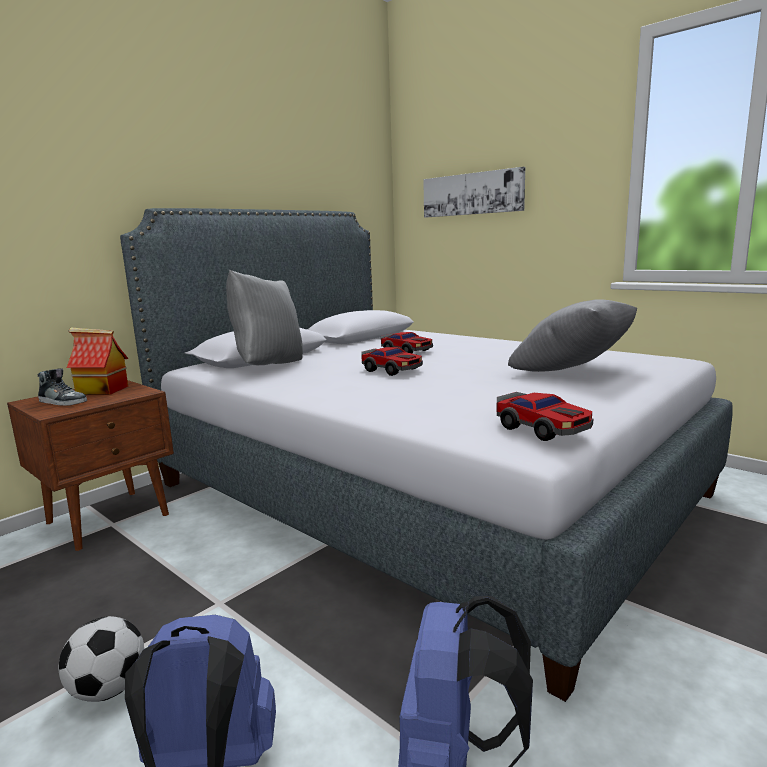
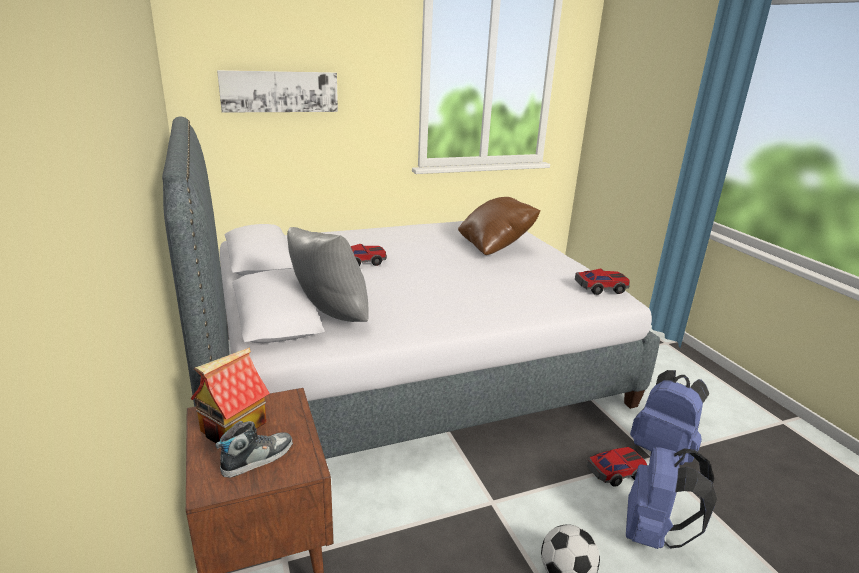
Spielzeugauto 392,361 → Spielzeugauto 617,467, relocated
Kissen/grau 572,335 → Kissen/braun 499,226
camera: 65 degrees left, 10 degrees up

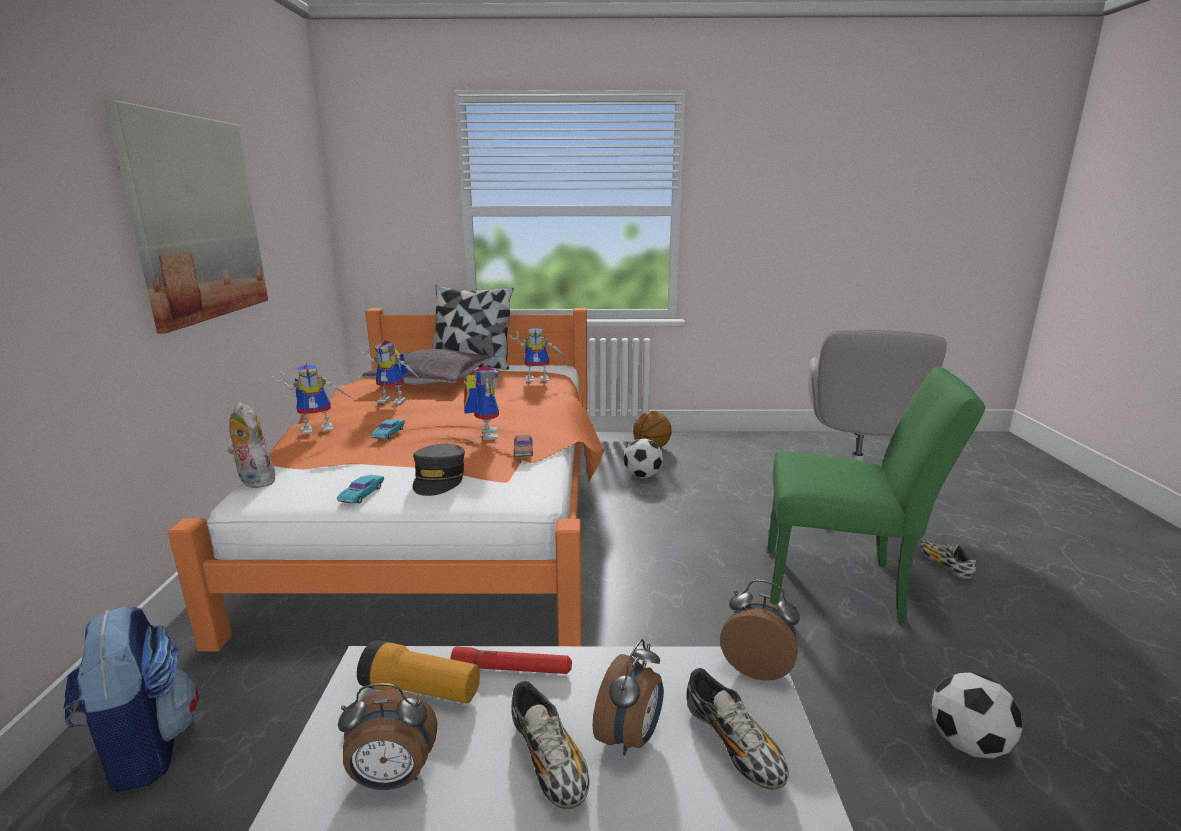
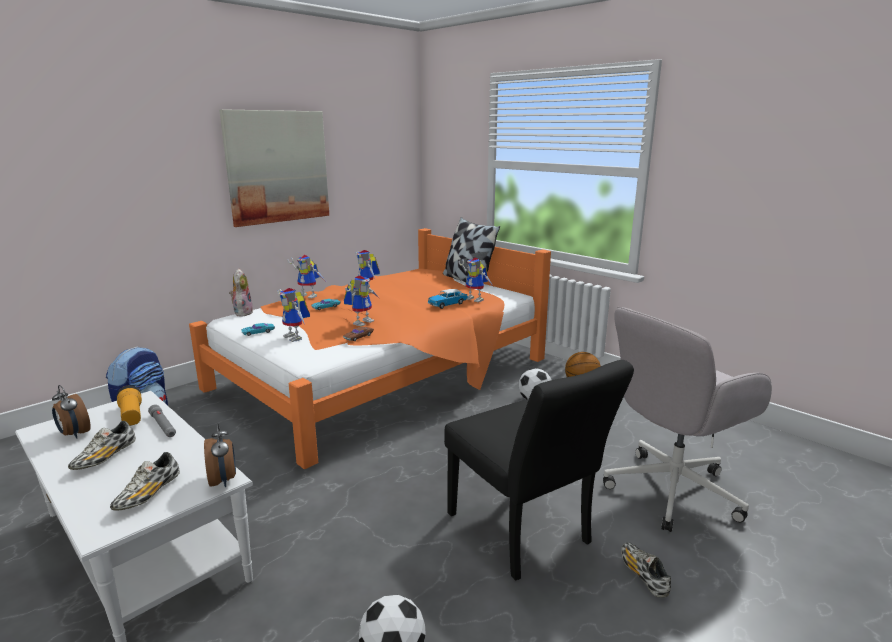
Kissen/grau 427,367 → -
Kappe/grau 439,470 → Spielzeugroboter 293,315
Taschenlampe/rot 511,660 → Taschenlampe/grau 162,420
Wecker 628,697 → -
Stuhl/grün 876,494 → Stuhl/schwarz 539,470
Schuh 948,559 → Schuh 646,570, 45 degrees counterclockwise
- → Spielzeugauto 448,299
camera: 45 degrees right, 0 degrees up

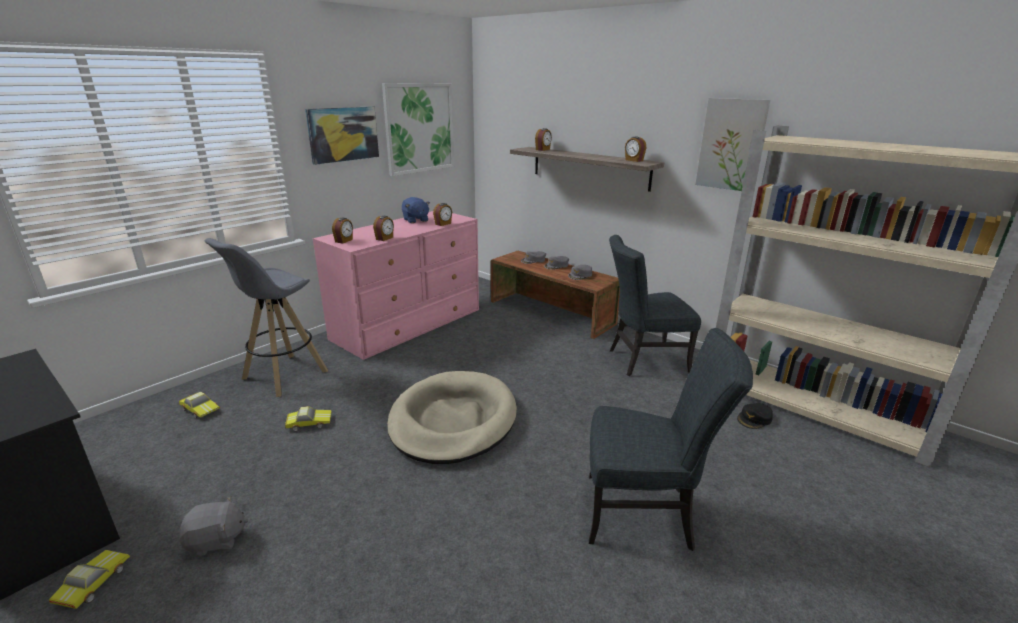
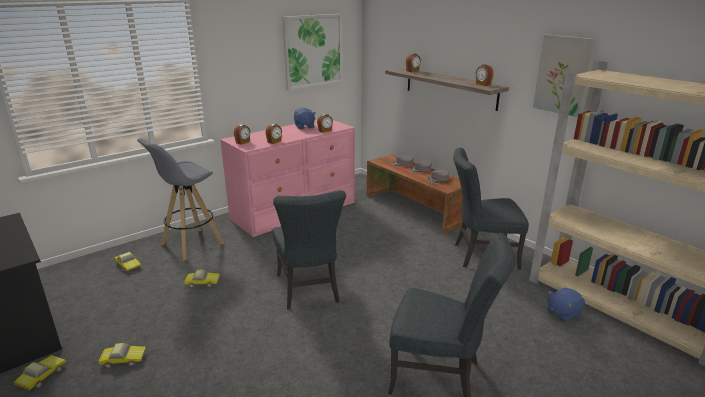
Plüschtier/grau 213,527 → Spielzeugauto 122,355
Bild 342,135 → -
Hundebett/beige 452,417 → Stuhl/grau 309,250
Kappe/schwarz 755,416 → Plüschtier/blau 566,305
camera: 10 degrees right, 0 degrees up

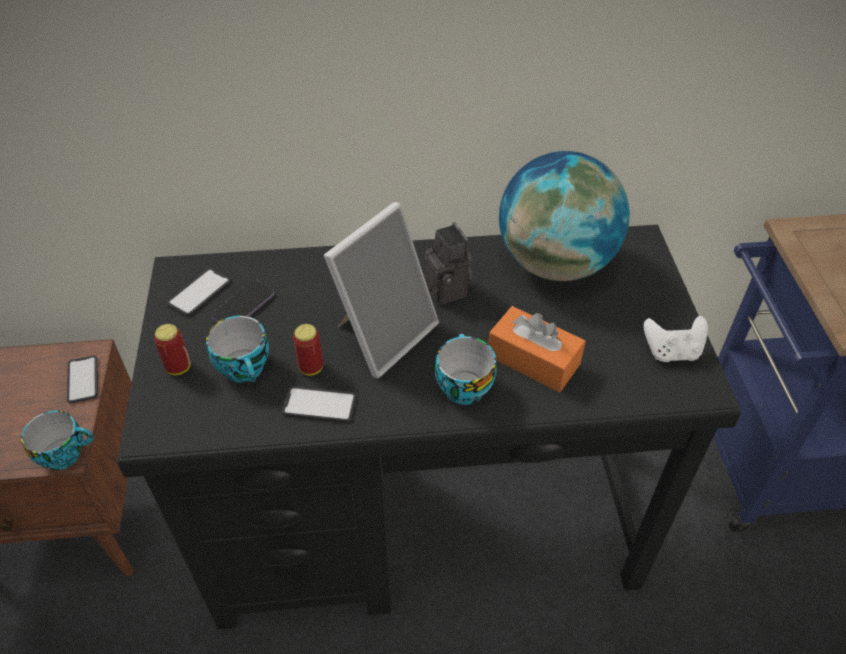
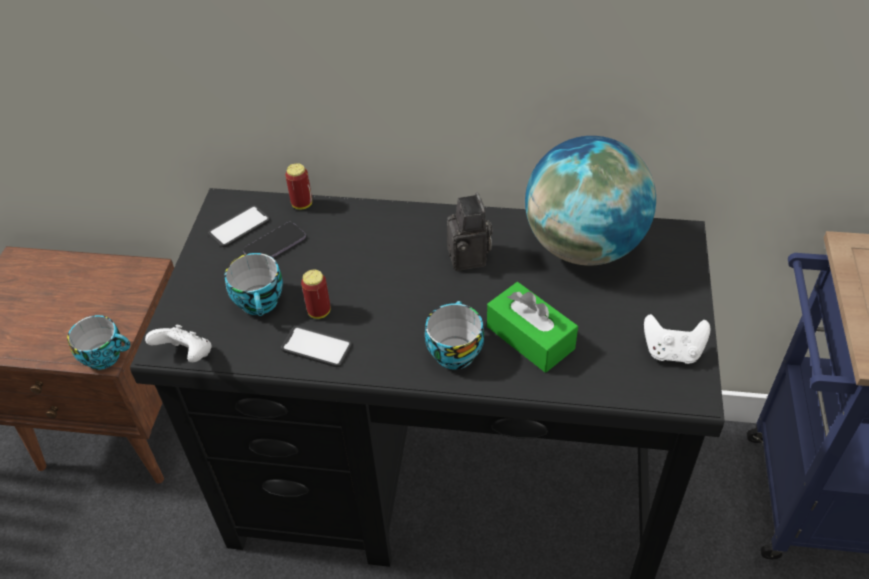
Handy 82,380 → -
Dose 172,349 → Dose 298,186, relocated
Bilderrahmen 381,290 → -
Taschentuchbox/orange 537,349 → Taschentuchbox/grün 532,327
- → Gamepad/weiß 178,343
camera: 15 degrees right, 0 degrees up

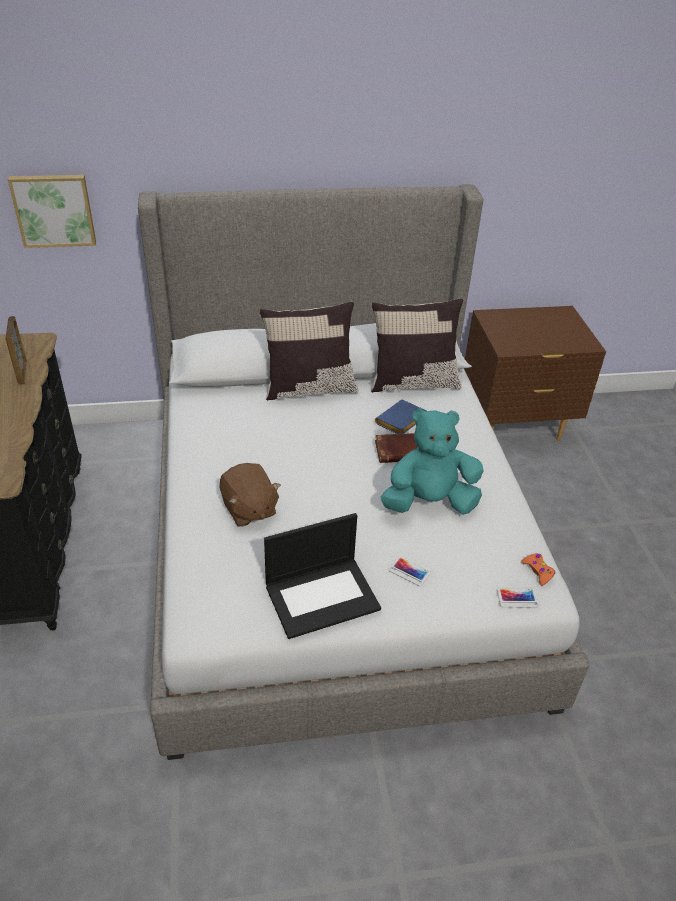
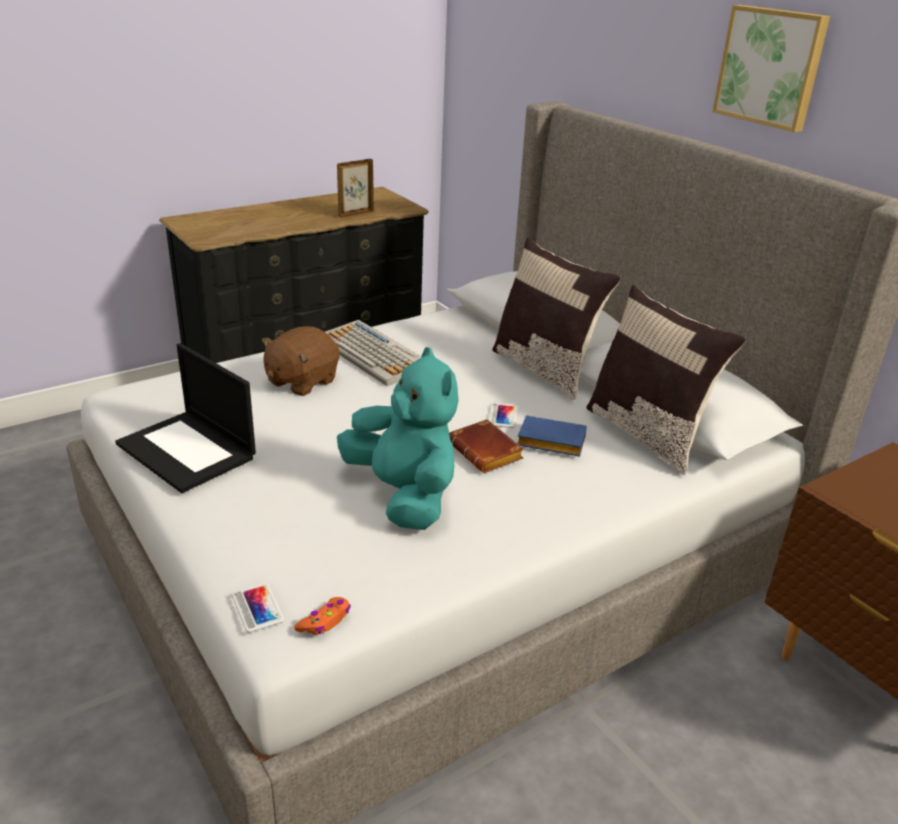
Bild 52,211 → Bild 771,68, relocated
Handy 409,571 → Handy 502,415, relocated
- → Tastatur 373,353
camera: 65 degrees right, 10 degrees down

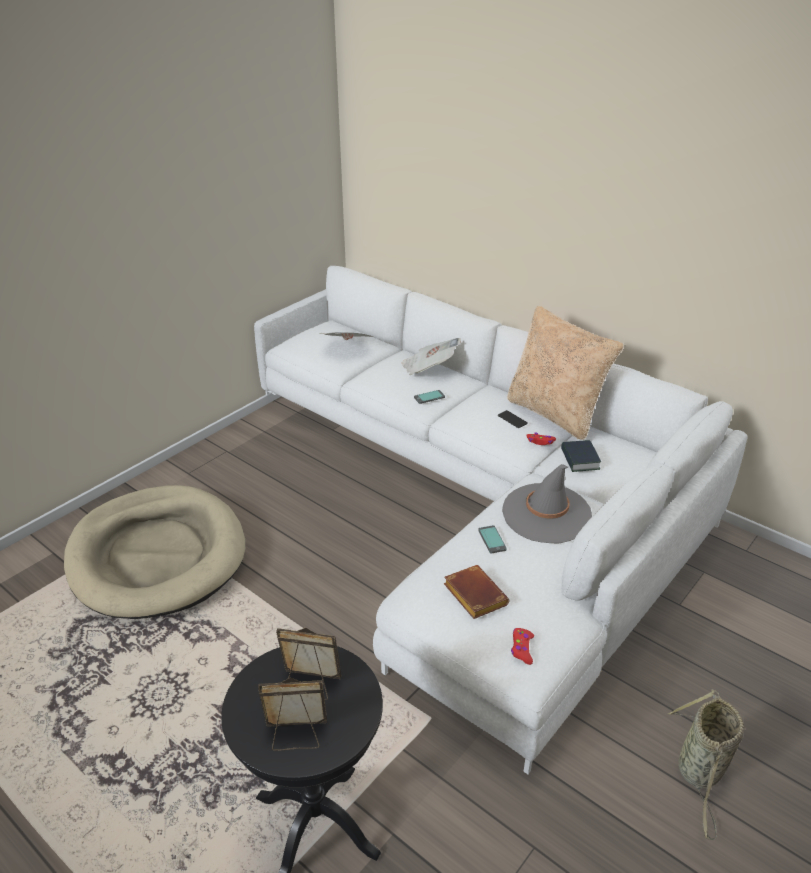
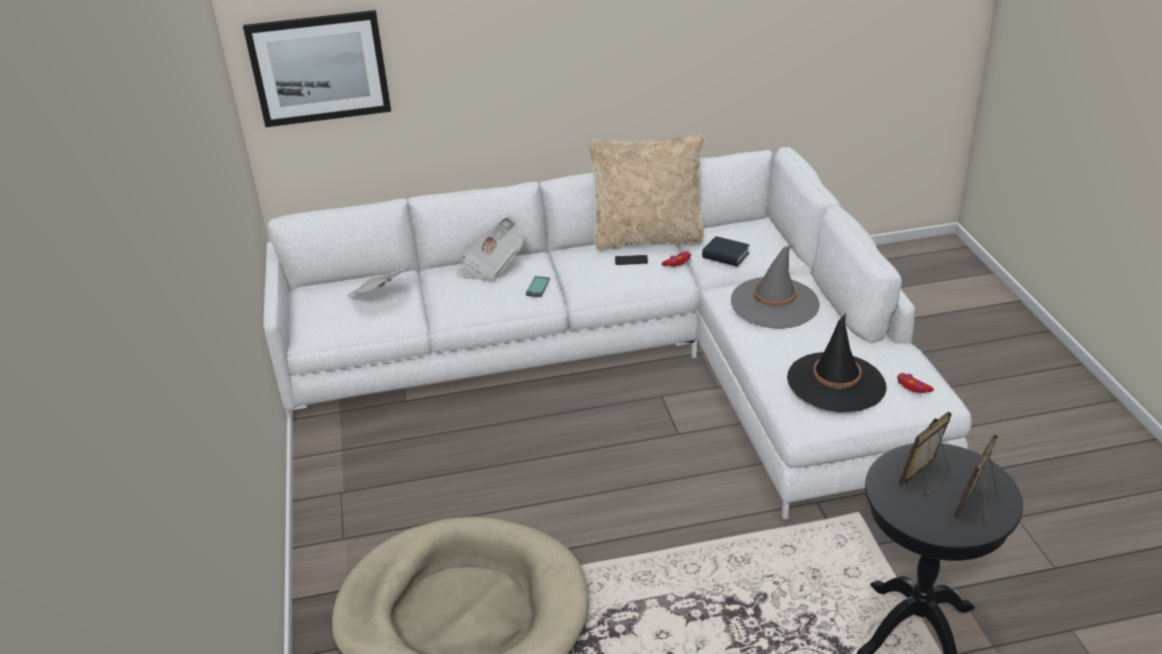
Buch/braun 476,592 → Hut/schwarz 836,362
Handy 492,539 → -
Korb 705,764 → -
- → Bild 317,68
camera: 50 degrees left, 0 degrees up

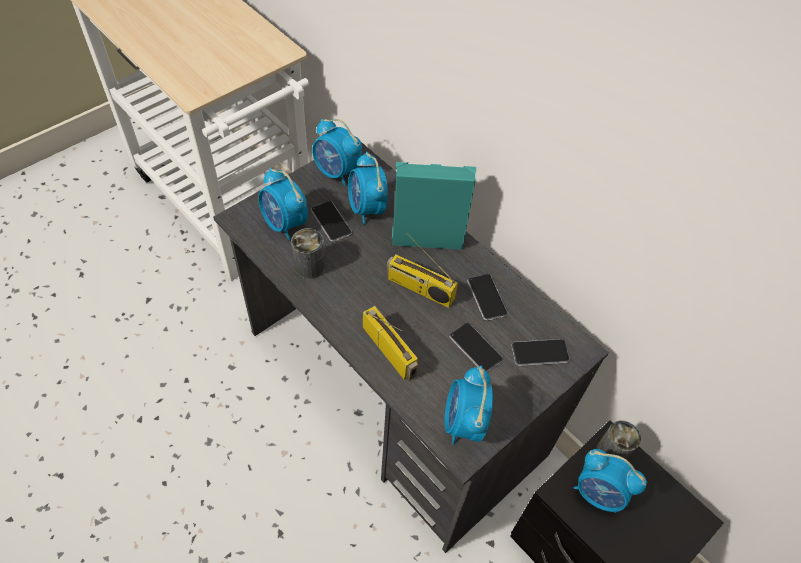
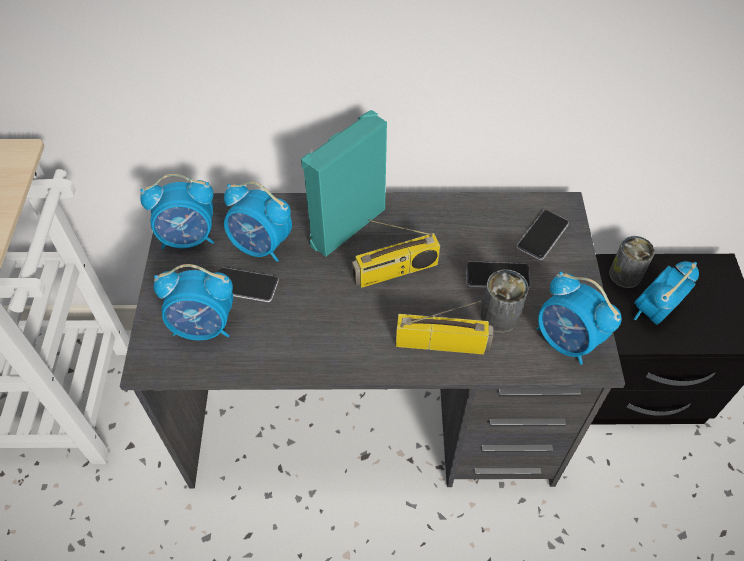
Dose 308,253 → Dose 504,301, relocated
Handy 487,297 → -
Wecker 610,481 → Wecker 666,293, 150 degrees clockwise
camera: 45 degrees left, 0 degrees up

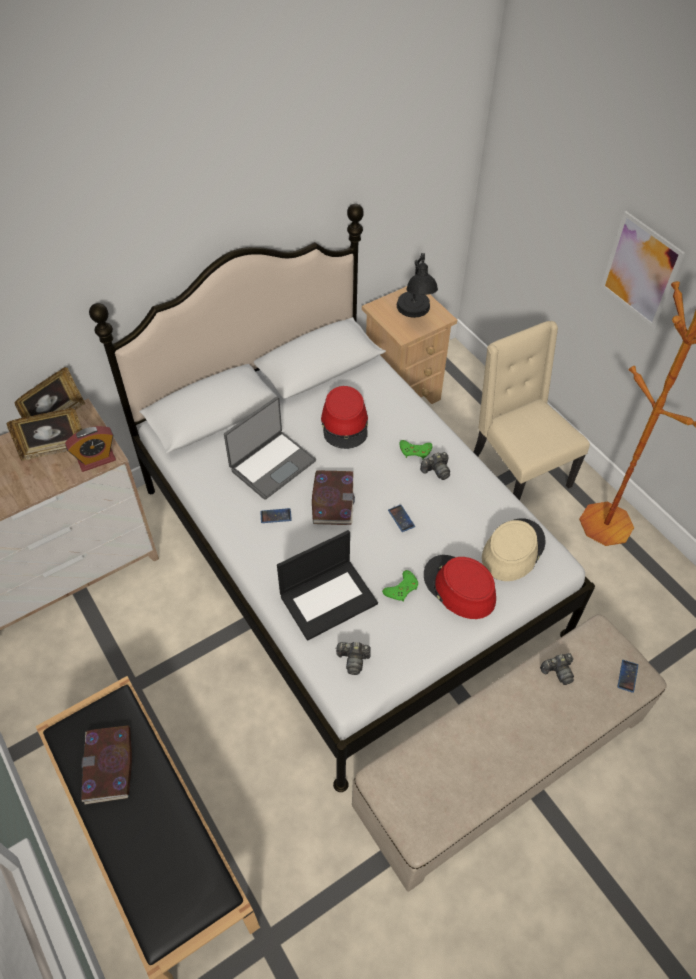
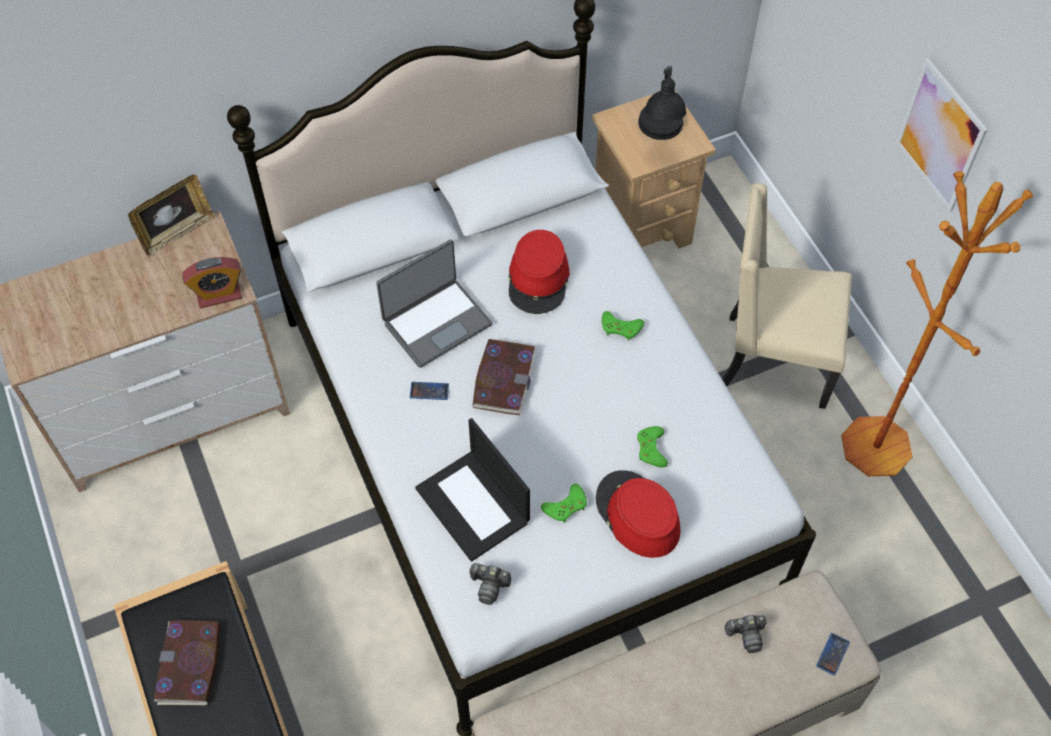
Bilderrahmen 44,434 → -
Laptop 327,585 → Laptop 472,490, 75 degrees clockwise
Handy 401,518 → -
Kamera 435,466 → -
Stuhl/beige 531,410 → Stuhl/beige 787,296, 60 degrees counterclockwise
Hut/beige 514,549 → -
- → Gamepad/grün 652,447
camera: 10 degrees right, 5 degrees up

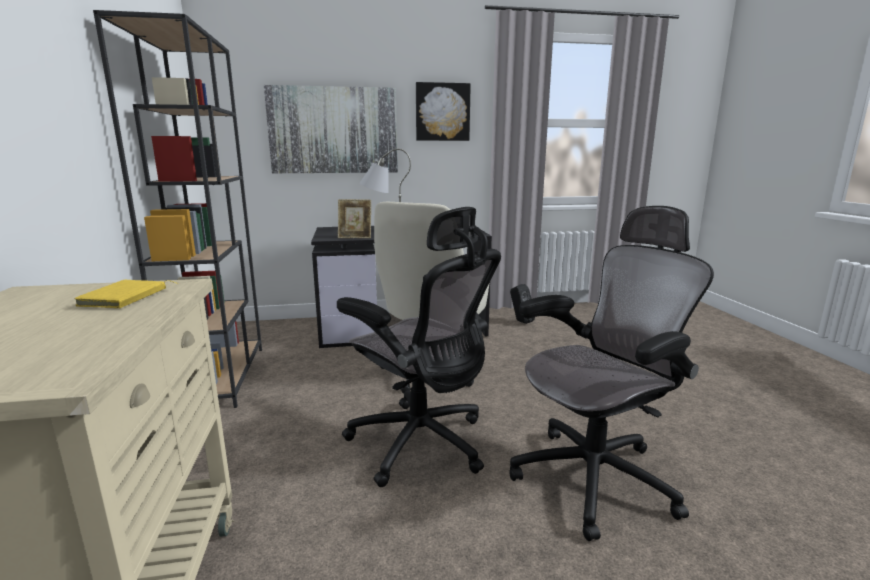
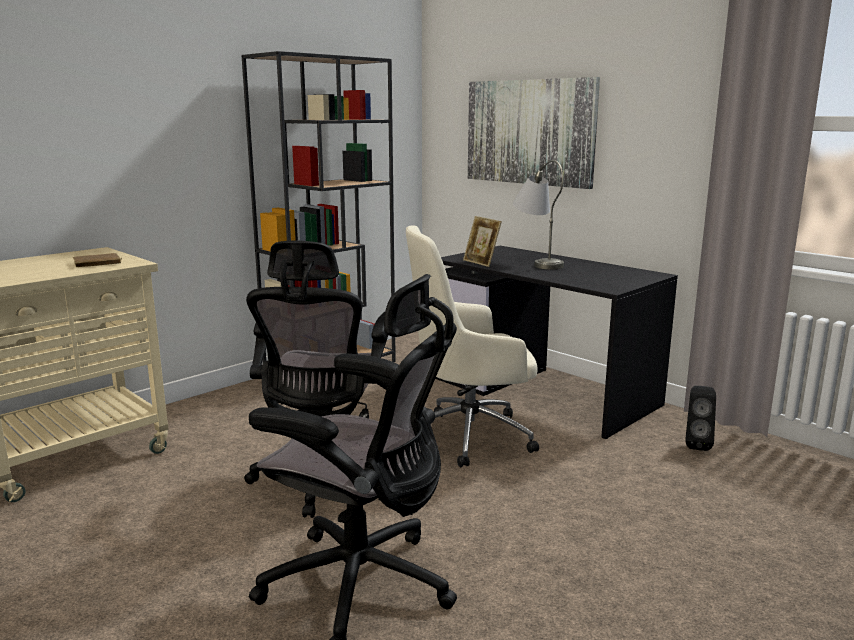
Buch/gelb 126,294 → Buch/braun 97,260
Bild 443,111 → -
camera: 55 degrees right, 0 degrees up

